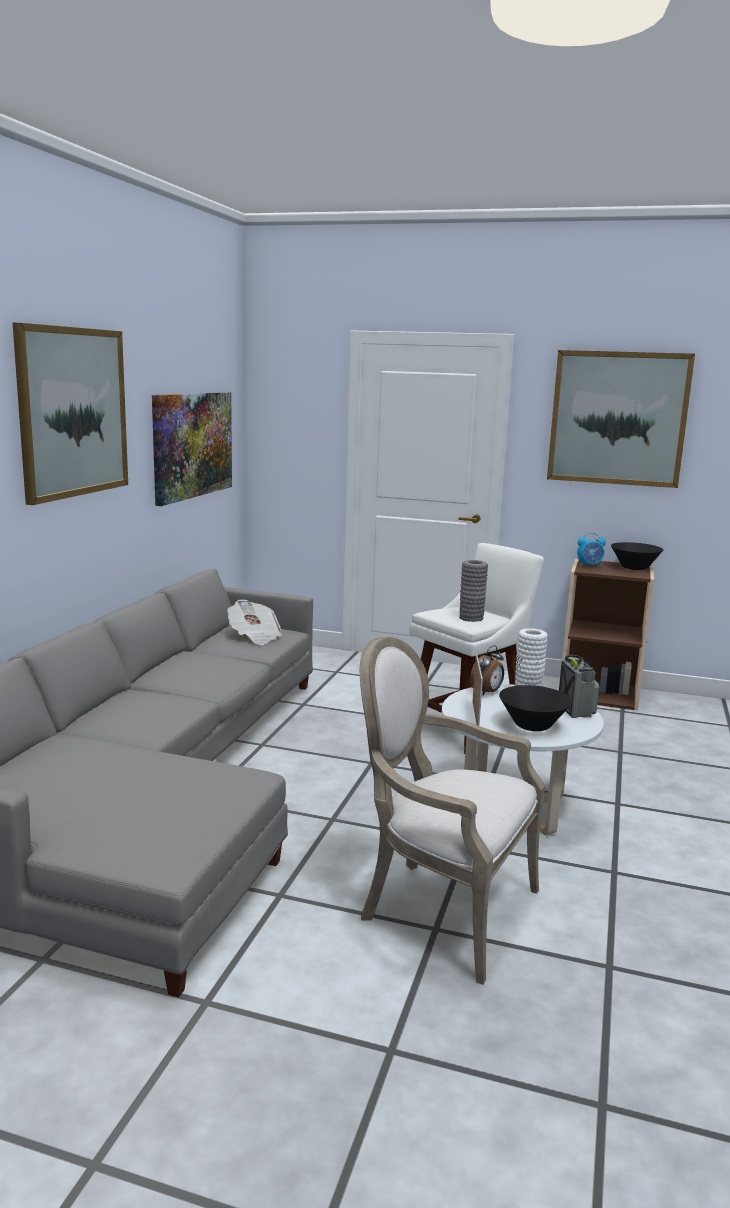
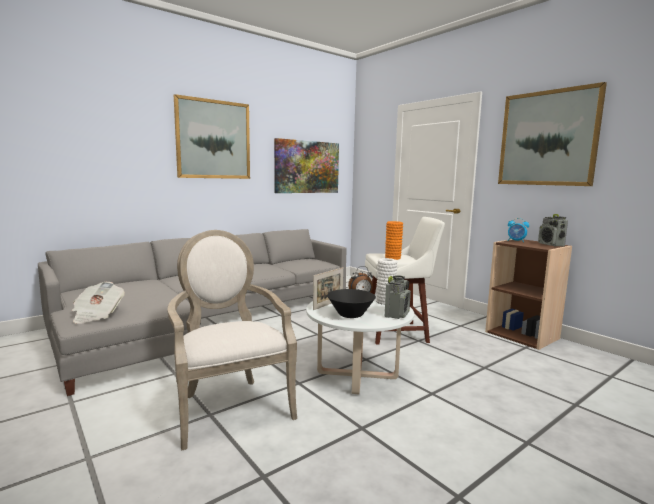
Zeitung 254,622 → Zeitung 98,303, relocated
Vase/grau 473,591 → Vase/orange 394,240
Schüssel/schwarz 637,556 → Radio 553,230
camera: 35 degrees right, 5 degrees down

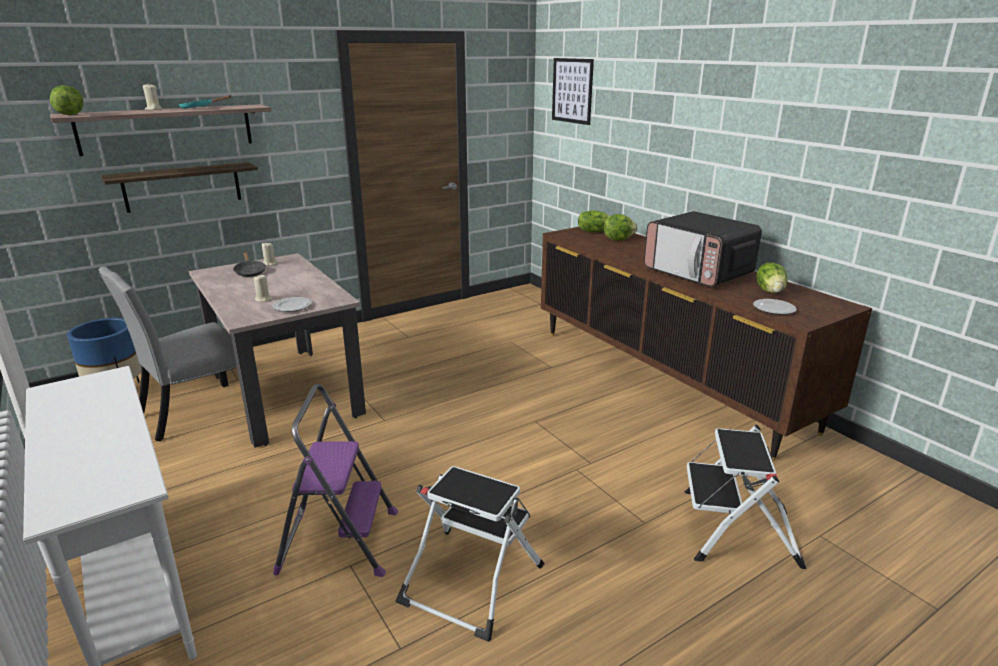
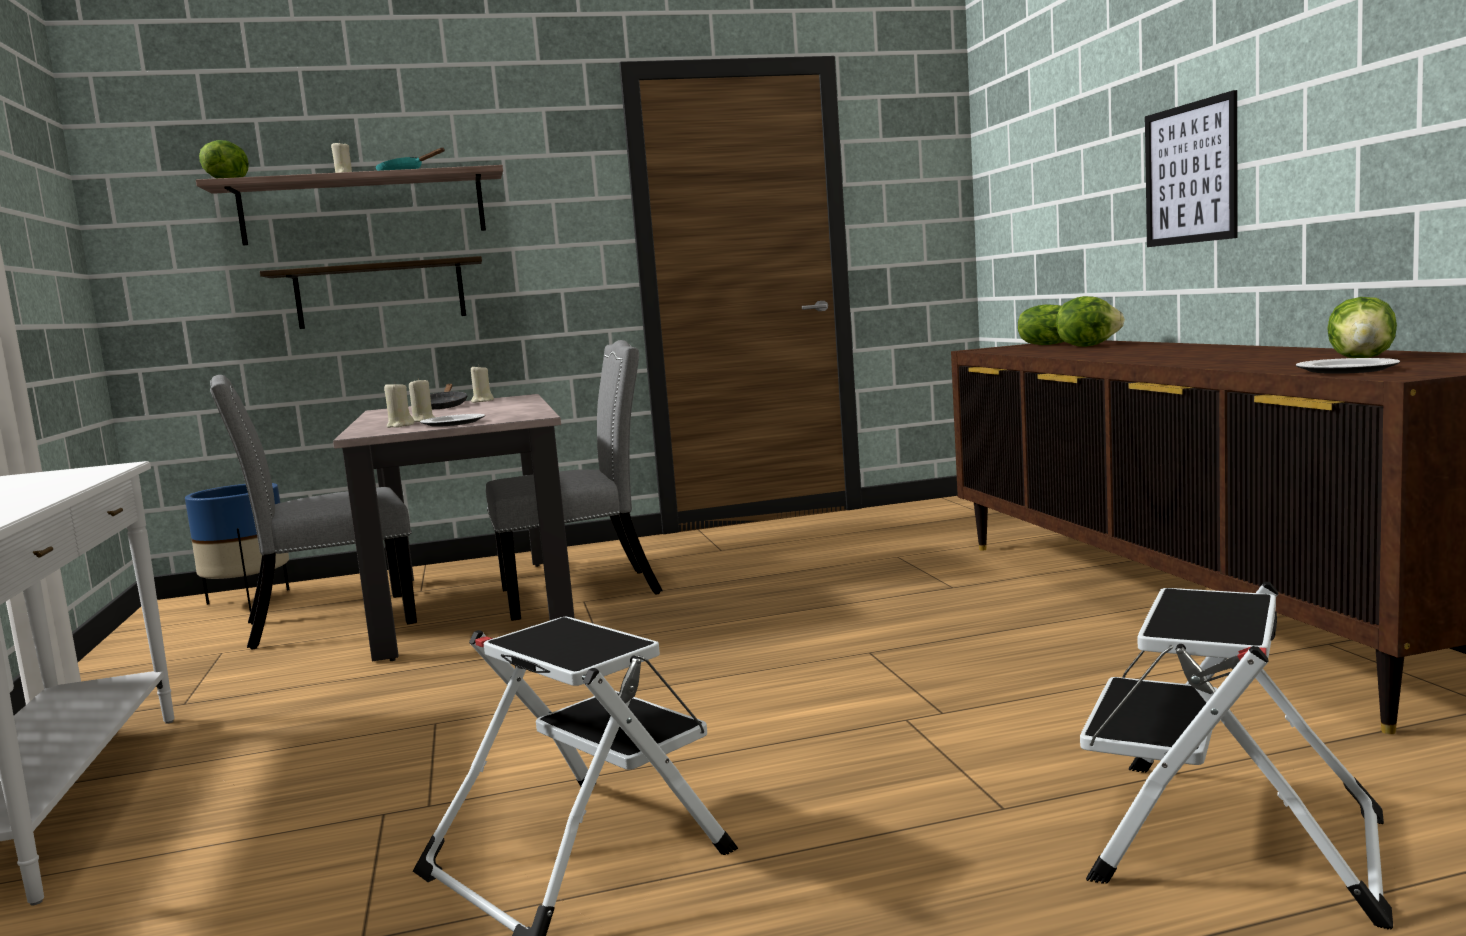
Trittleiter/lila 335,480 → -
Bild 573,91 → Bild 1191,168, relocated
Mikrowelle 703,249 → -
- → Kerze/beige 399,404
- → Stuhl/grau 574,480
camera: 20 degrees right, 15 degrees down

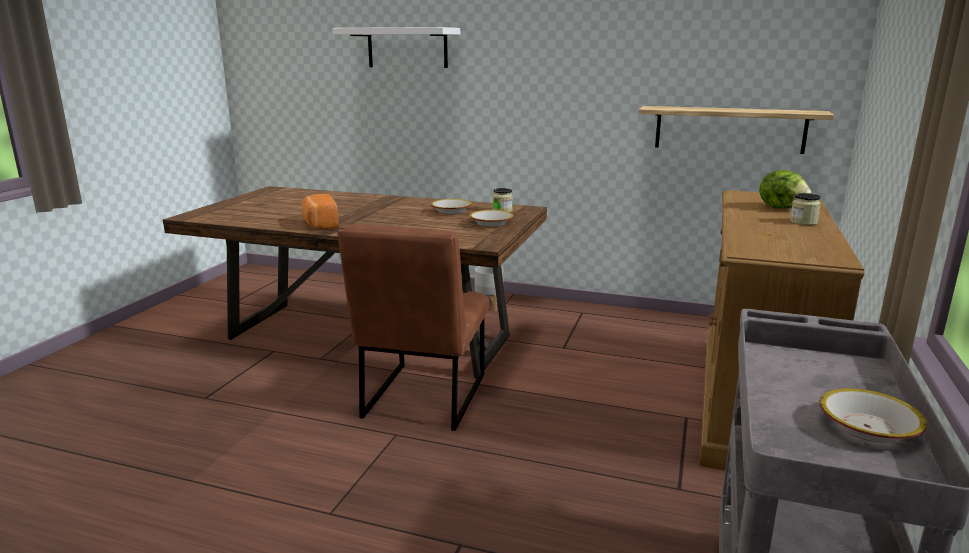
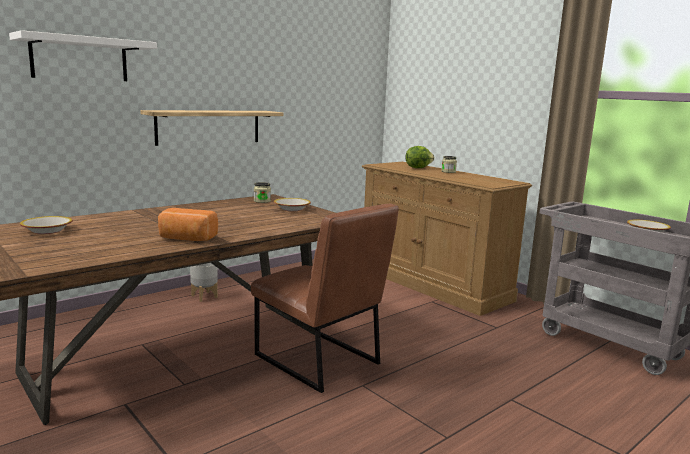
Schüssel 451,207 → Schüssel 46,225, relocated
Wandregal 736,130 → Wandregal 212,128, relocated
camera: 60 degrees left, 5 degrees down

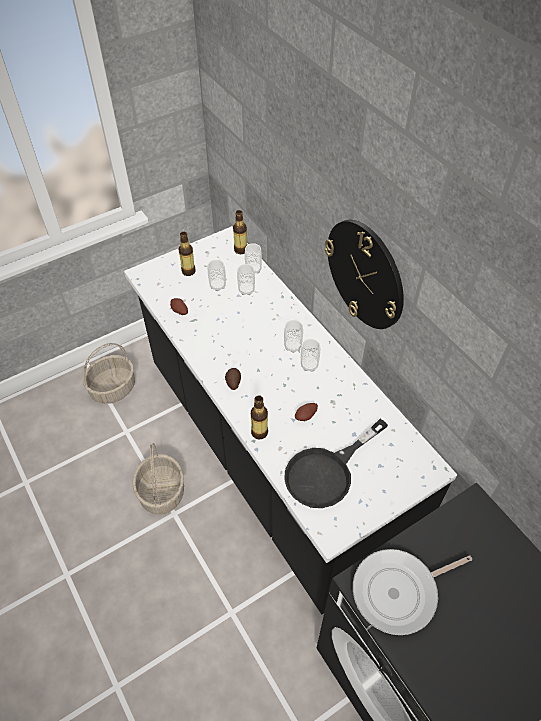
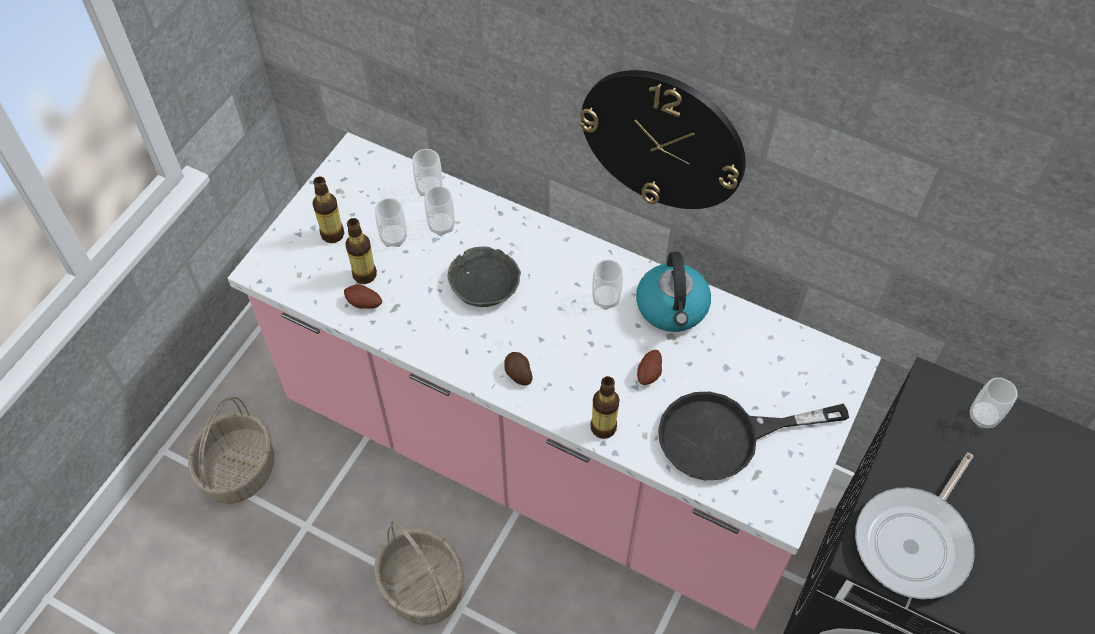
Küchenzeile/schwarz 290,420 → Küchenzeile/rosa 554,381
Flasche 240,232 → Flasche 361,251, relocated
Tasse 293,336 → Tasse 994,403, relocated
Pfanne/schwarz 336,463 → Pfanne/schwarz 753,436, 60 degrees clockwise
- → Schüssel/grau 484,277
- → Wasserkessel 673,292
camera: 30 degrees left, 5 degrees up

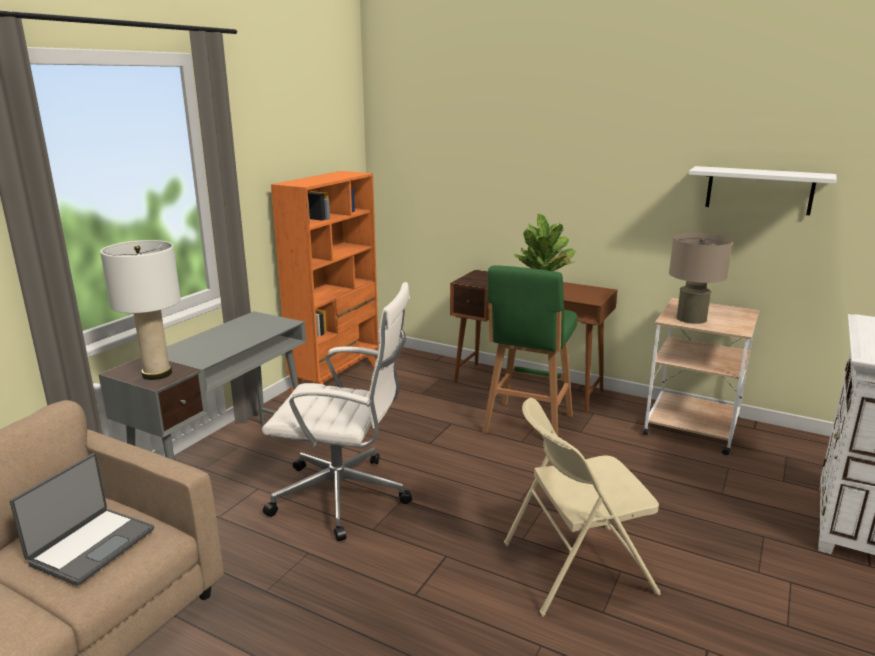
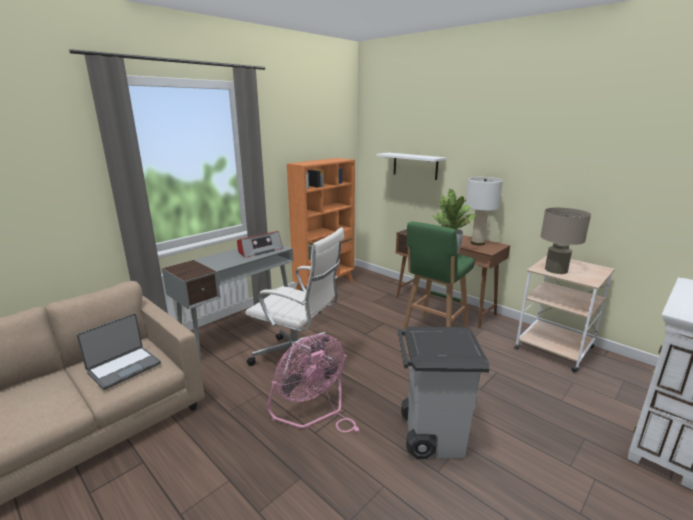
Tischlampe/weiß 140,310 → Tischlampe/weiß 484,211, relocated
Stuhl/beige 582,507 → Mülleimer/grau 443,393
Wandregal/weiß 763,190 → Wandregal/weiß 411,166, relocated
- → Radio 260,244
- → Ventilator/rosa 313,383
camera: 15 degrees right, 0 degrees up

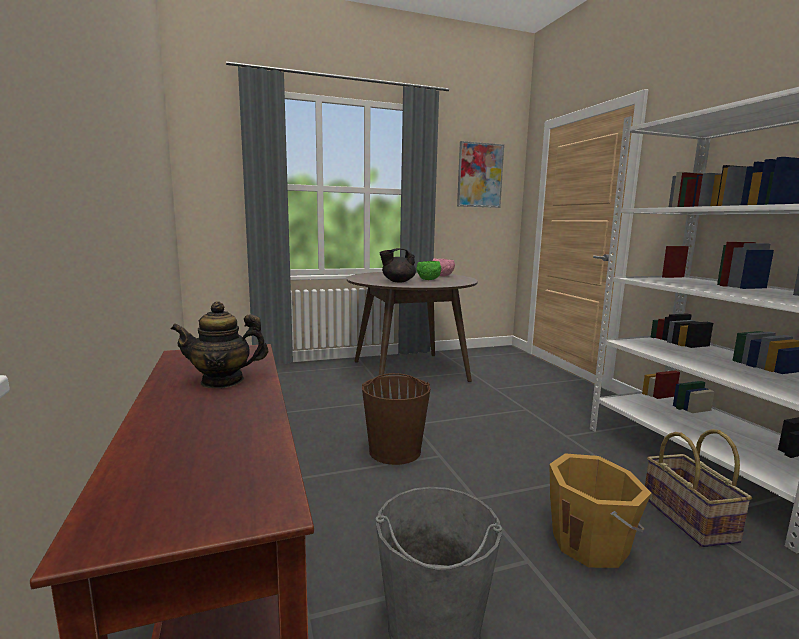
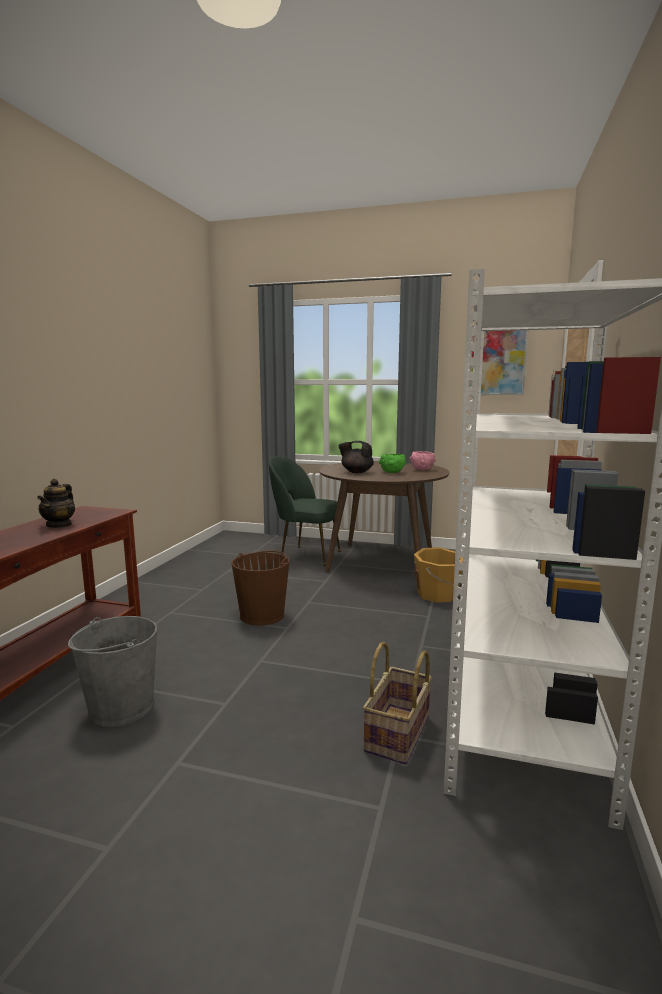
Teekanne 220,345 → Teekanne 56,503, 105 degrees counterclockwise
Eimer/orange 600,510 → Eimer/orange 438,575, relocated
- → Stuhl/grün 305,511
camera: 35 degrees right, 0 degrees up

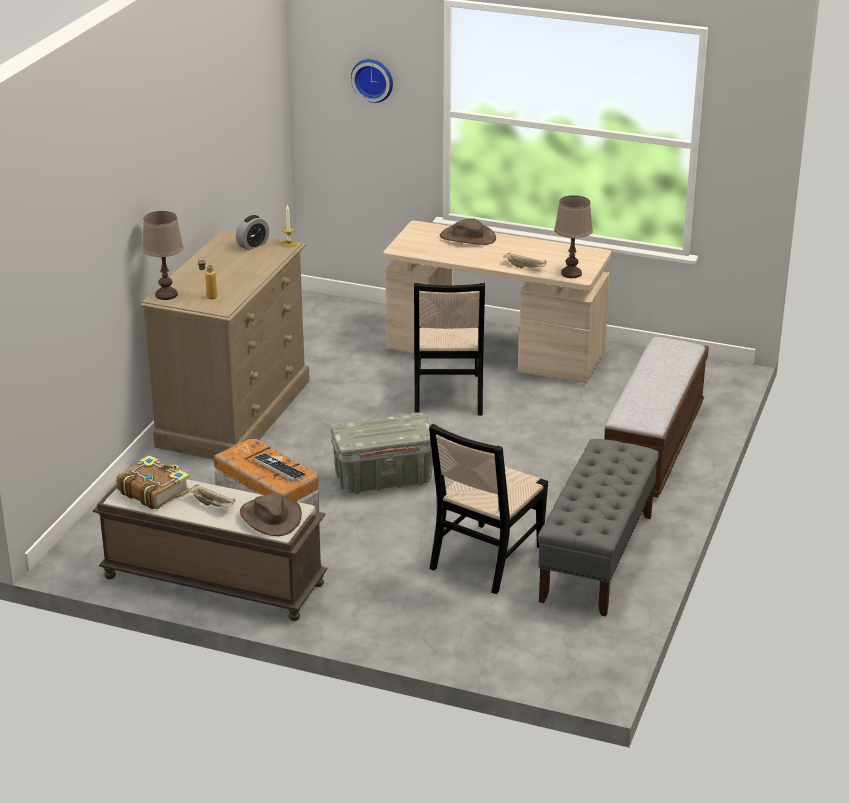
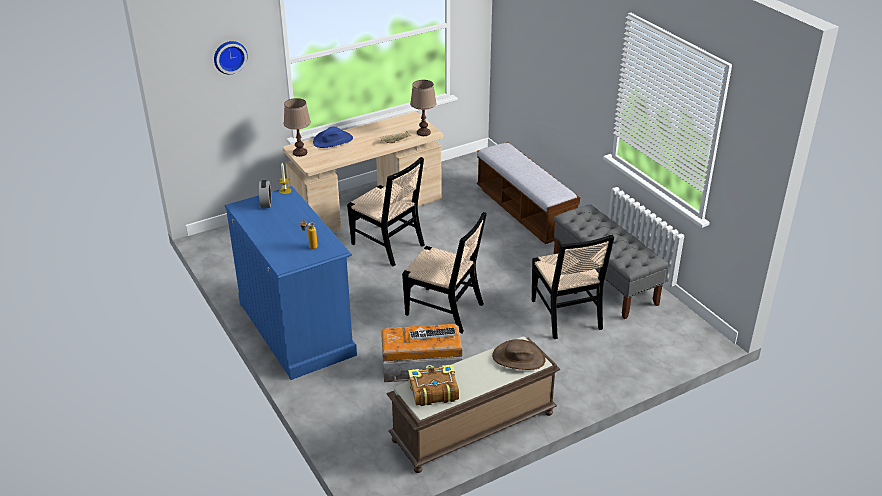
Kommode/beige 225,345 → Kommode/blau 291,283
Tischlampe/braun 163,255 → Tischlampe/braun 297,127, relocated
Tablett/beige 211,496 → -
Aufbewahrungsbox/grau 382,453 → Stuhl 444,272
Hut/braun 468,231 → Hut/blau 333,137
camera: 50 degrees left, 5 degrees up

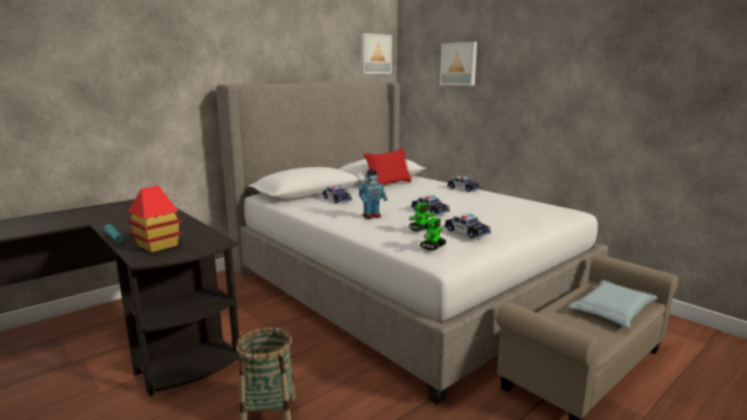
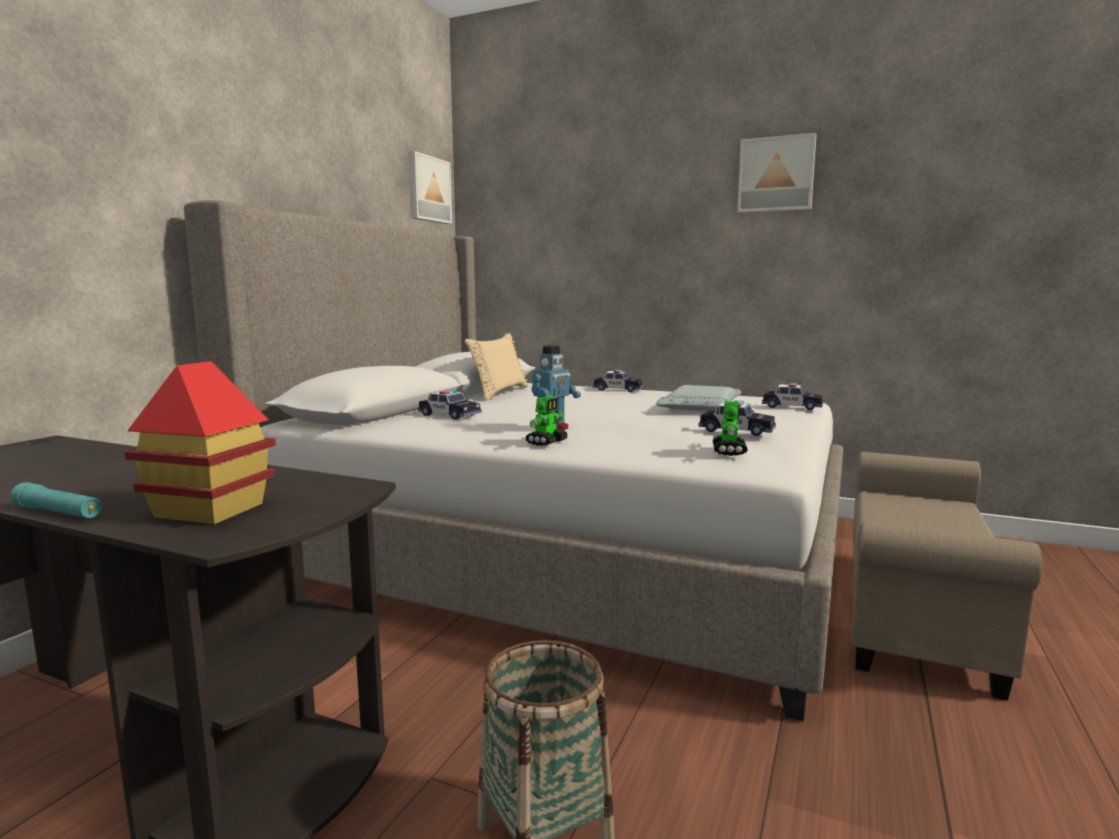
Kissen/rot 387,166 → Kissen/beige 496,367
Spielzeugroboter 422,217 → Spielzeugroboter 546,421, relocated
Spielzeugauto 430,205 → Spielzeugauto 792,396, relocated
Bild 458,63 → Bild 776,173, relocated
Kissen/blau 612,304 → Kissen/blau 698,398, relocated
camera: 25 degrees left, 5 degrees down

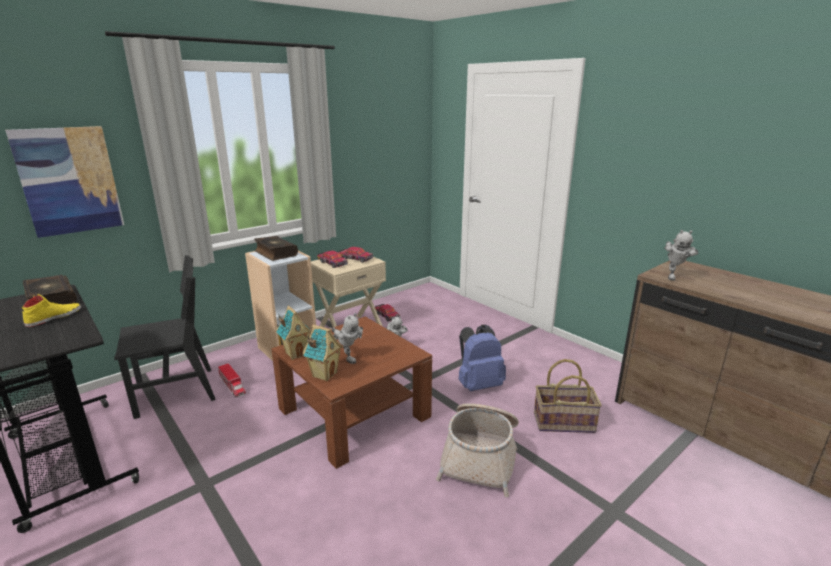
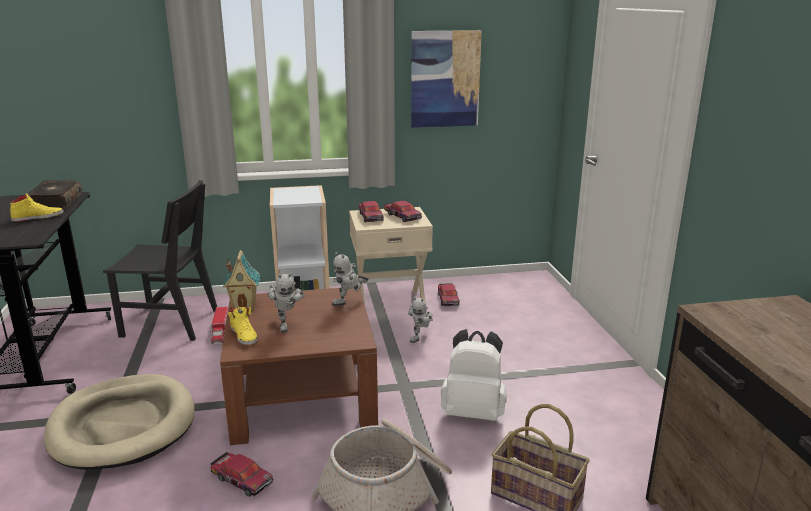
Bild 64,182 → Bild 446,79, relocated
Buch 276,248 → -
Spielzeughaus 323,353 → Schuh/gelb 243,326
Rucksack/blau 482,358 → Rucksack/weiß 474,375
Spielzeugroboter 681,255 → Spielzeugroboter 350,279, relocated
- → Hundebett/beige 119,422
- → Spielzeugauto 241,474
camera: 30 degrees right, 0 degrees up

